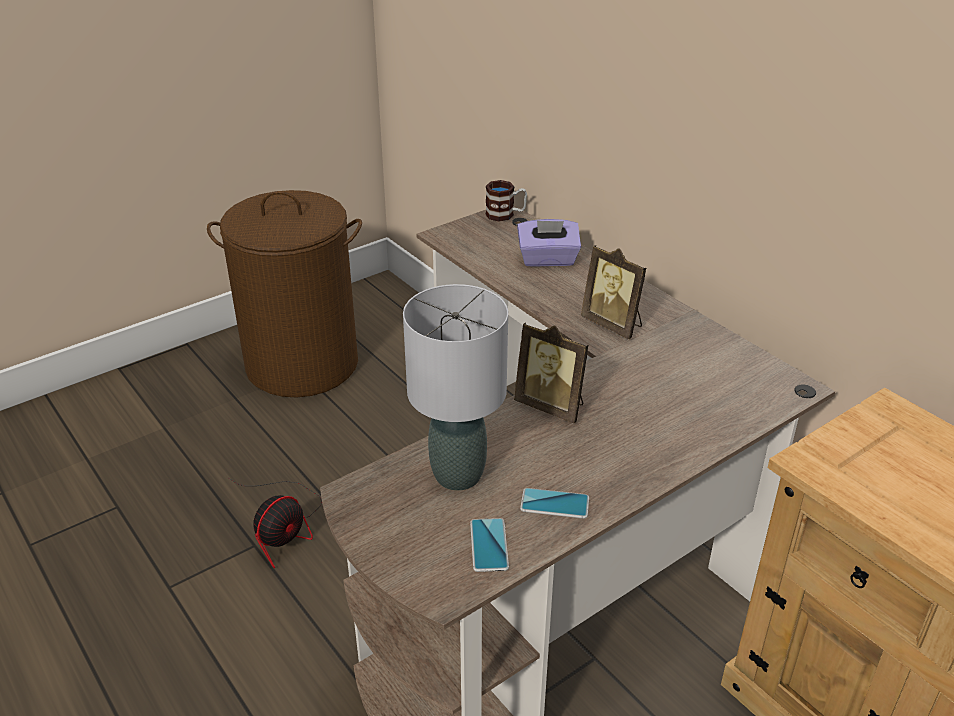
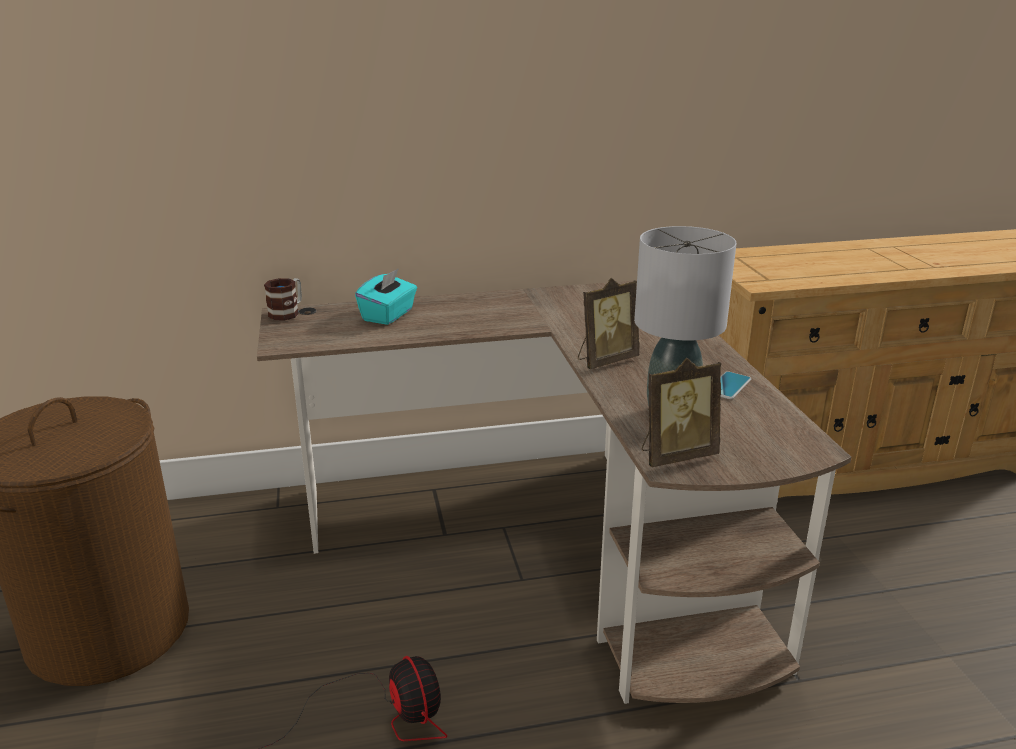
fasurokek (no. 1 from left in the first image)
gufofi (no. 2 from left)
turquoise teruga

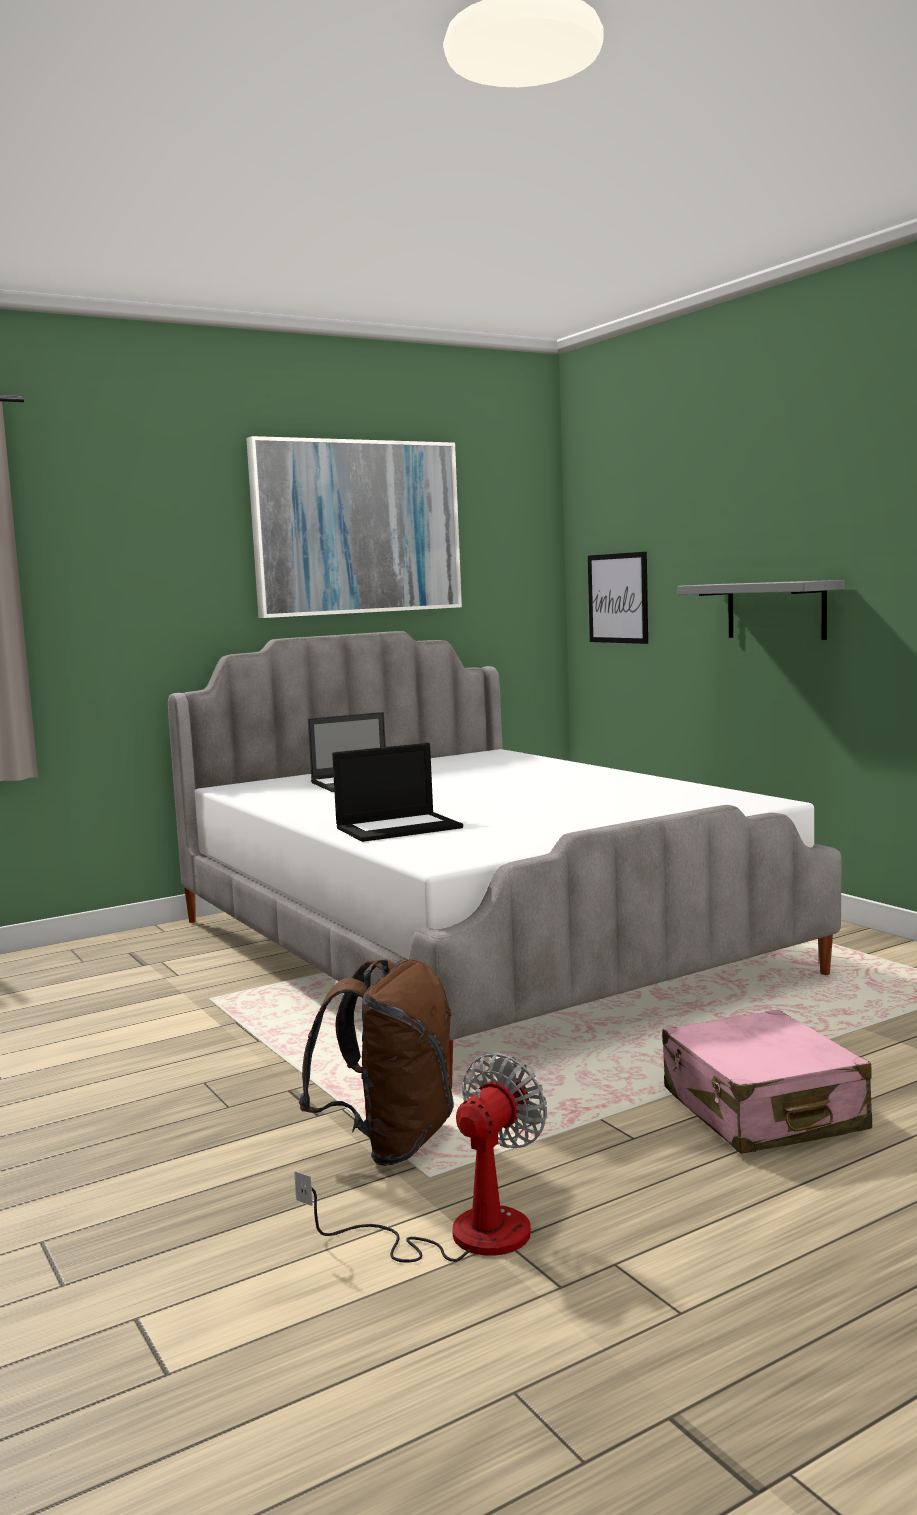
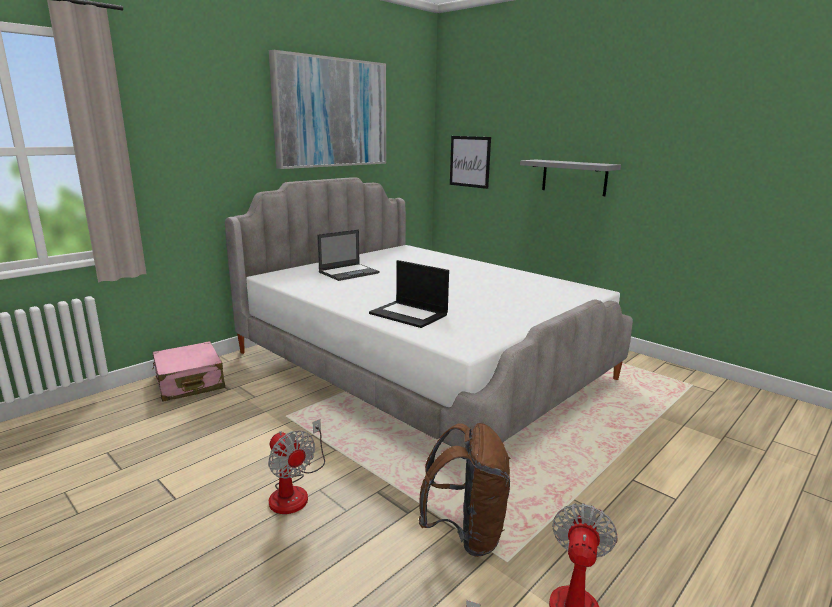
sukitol (no. 1 from left)
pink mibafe
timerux (no. 2 from left)

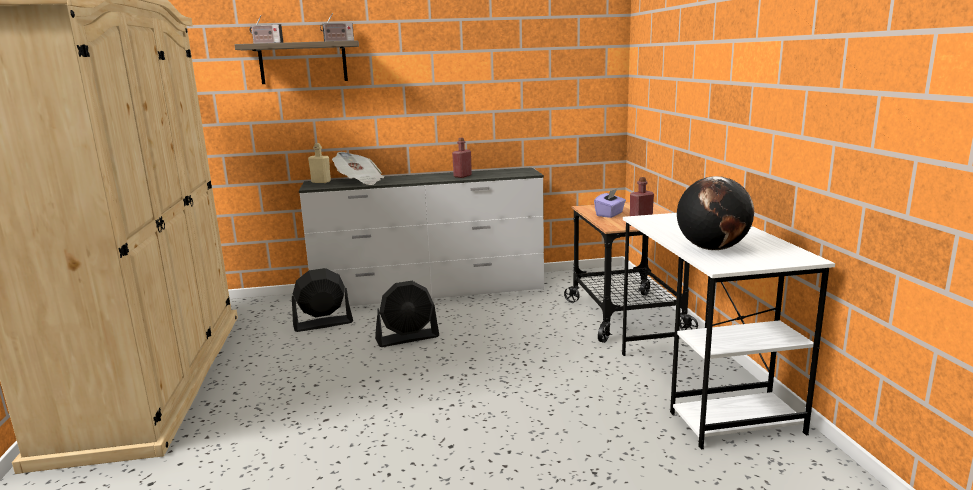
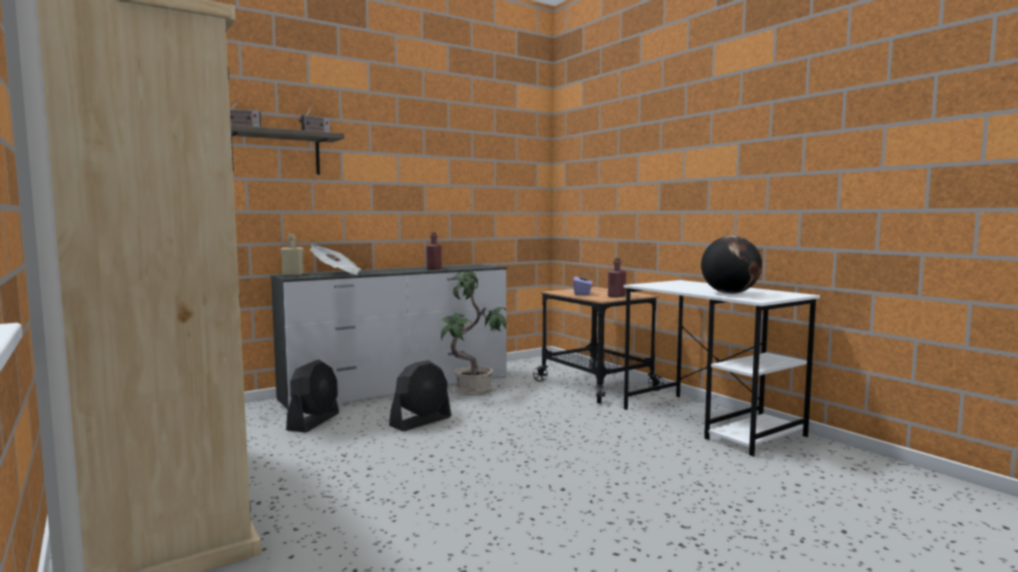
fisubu
black sukitol (no. 1 from left)

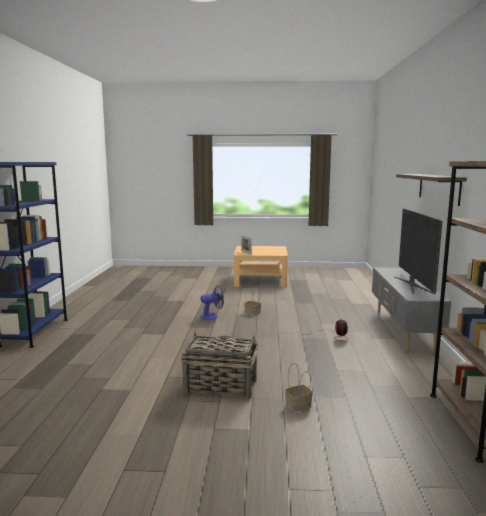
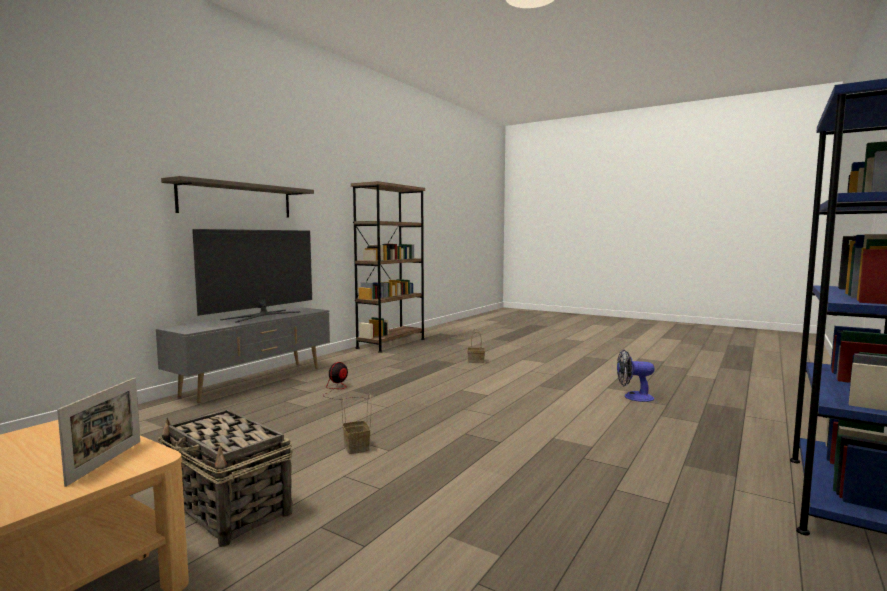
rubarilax (no. 1 from left)
sukitol (no. 2 from left)

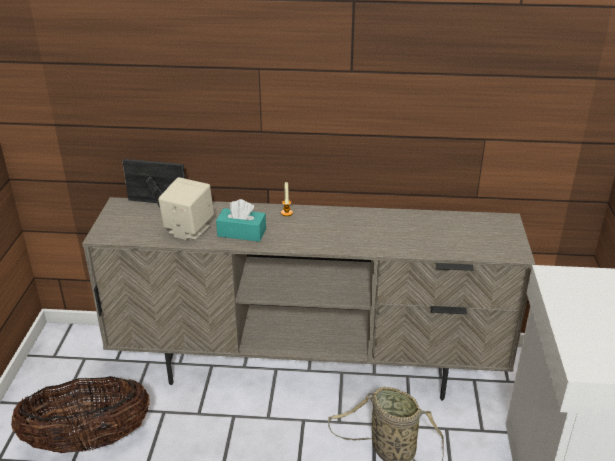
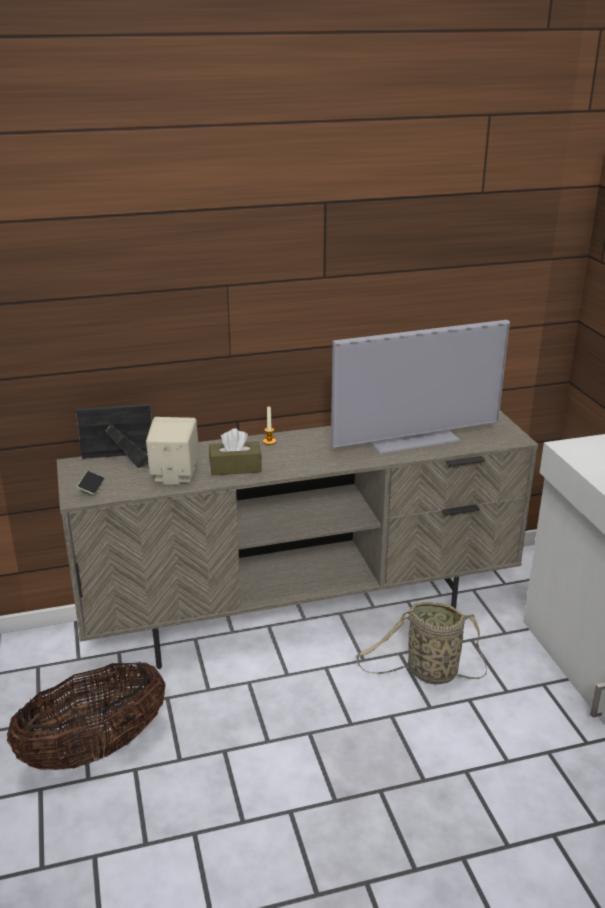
fasurokek
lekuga
brown teruga

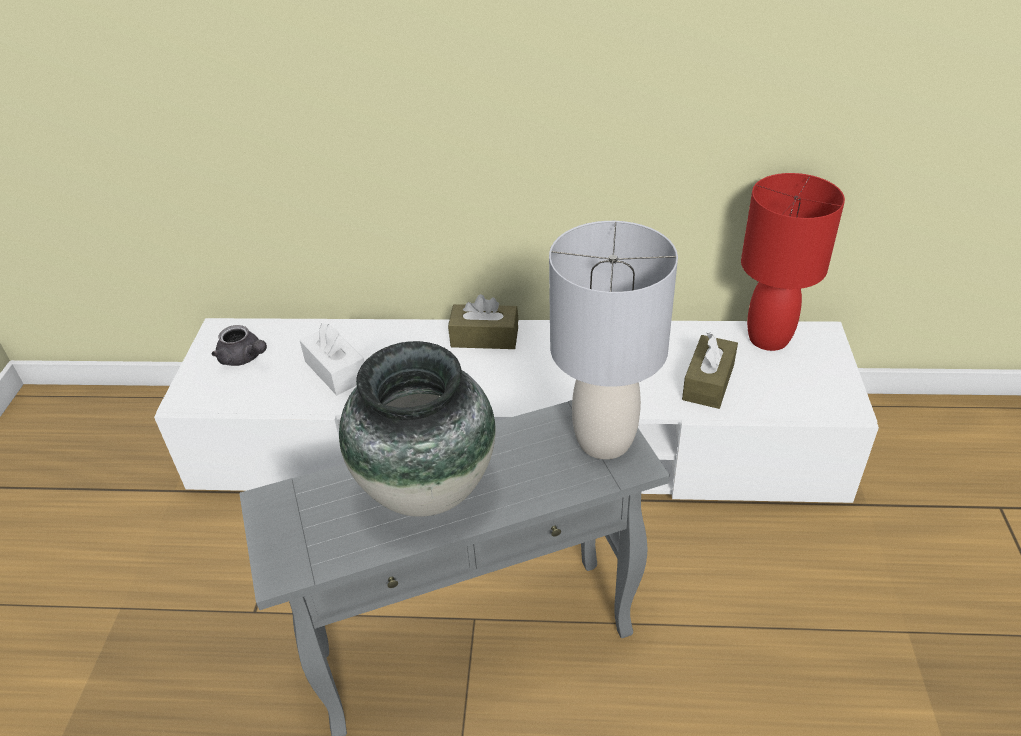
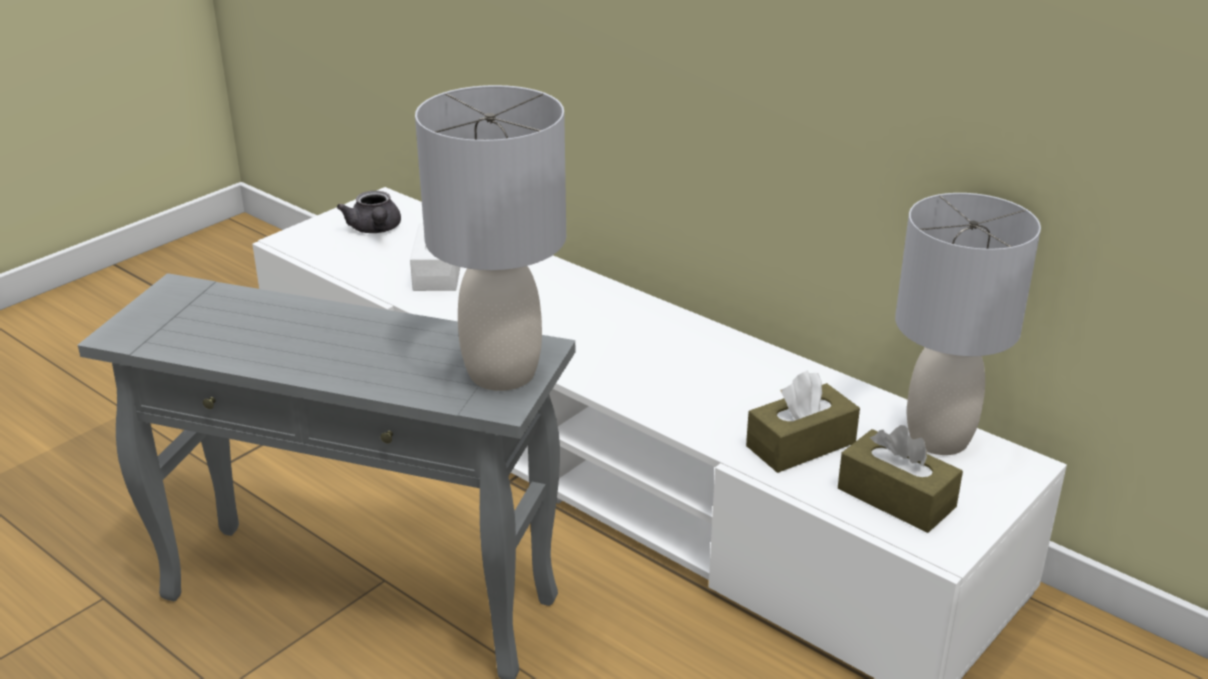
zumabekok
brown teruga (no. 2 from left)
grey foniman (no. 2 from left)

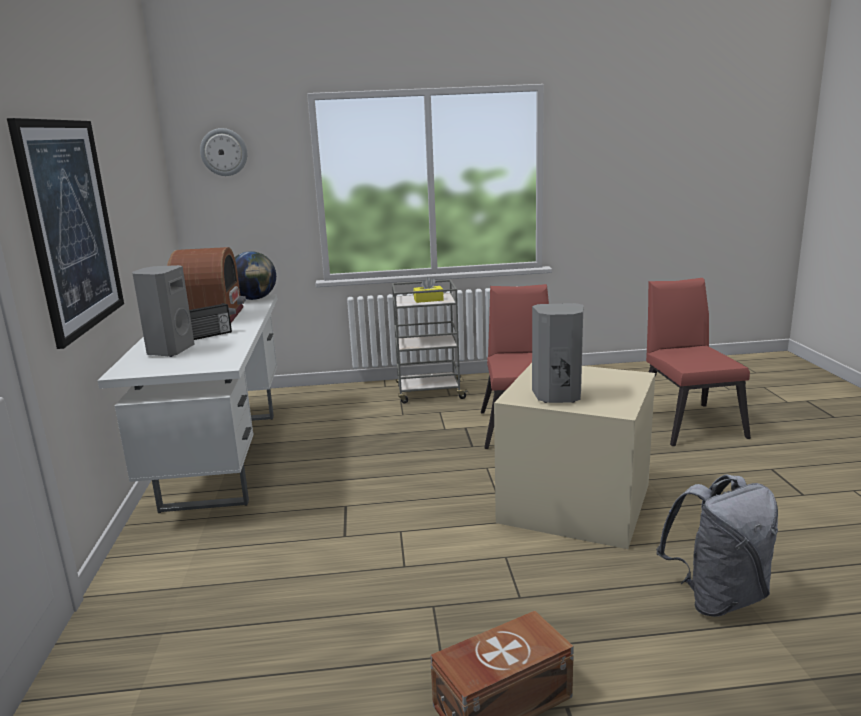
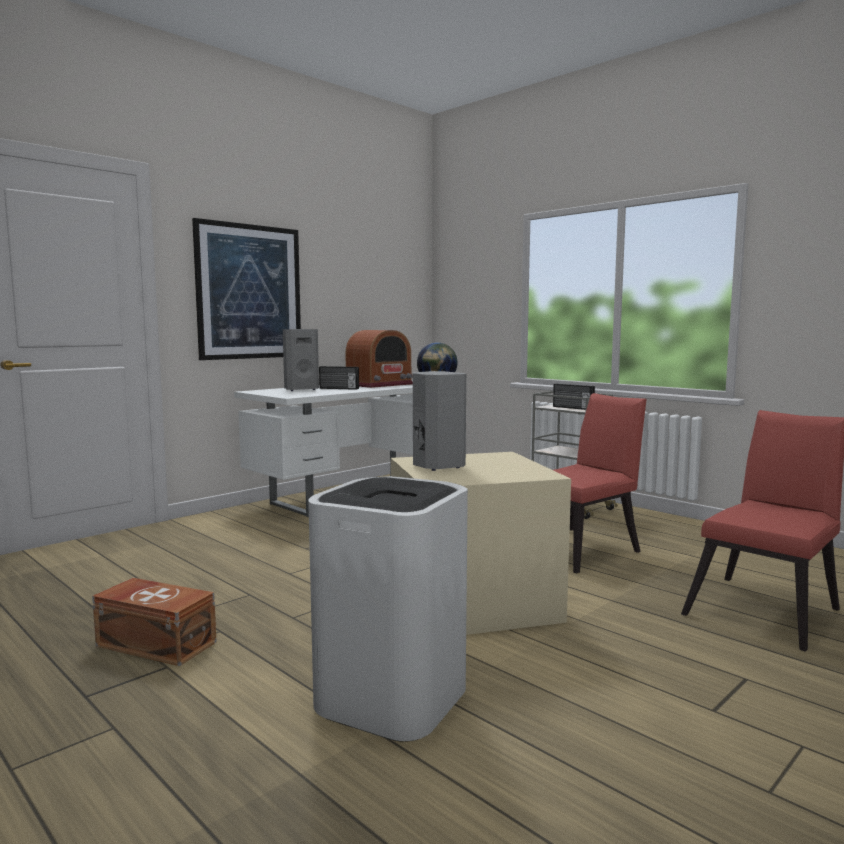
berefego
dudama (no. 3 from left)
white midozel

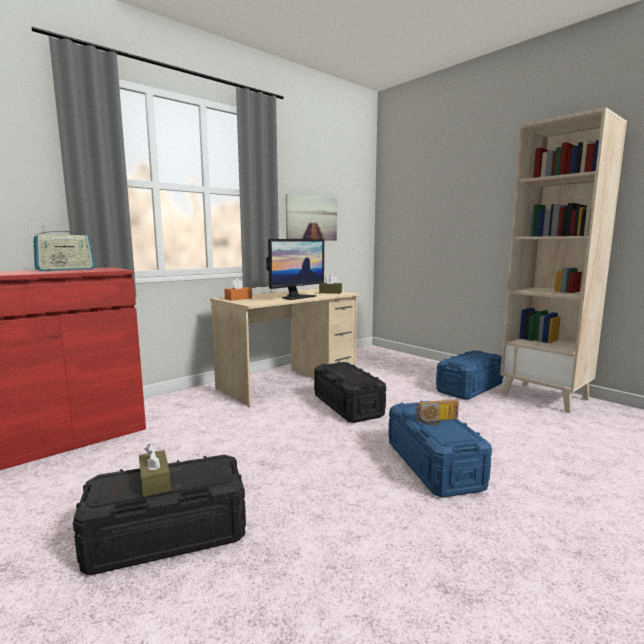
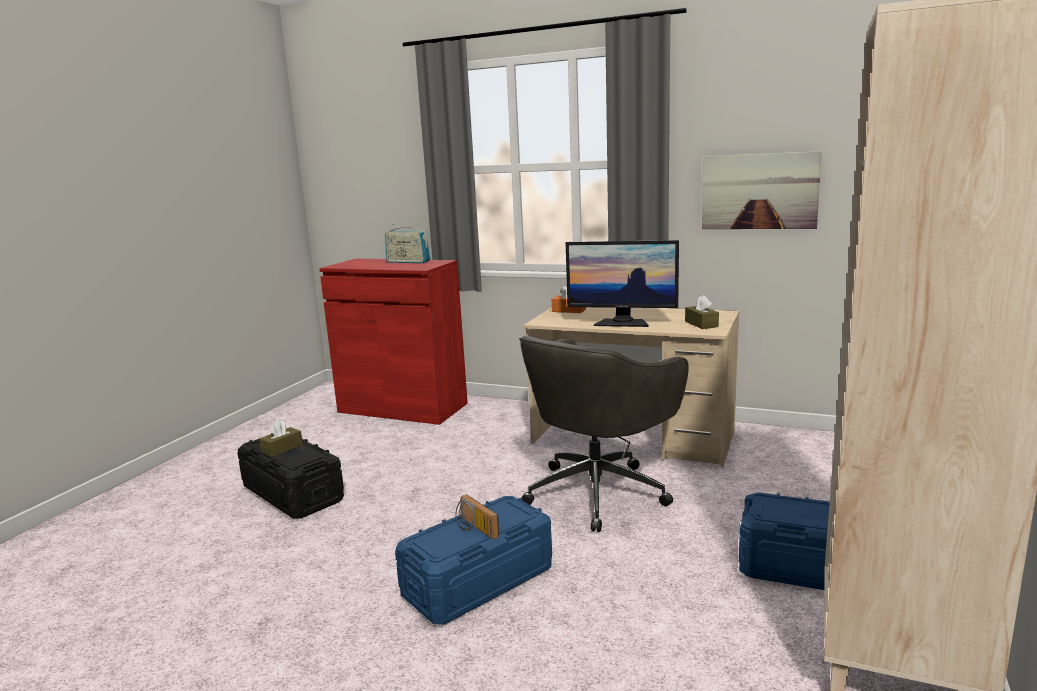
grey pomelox

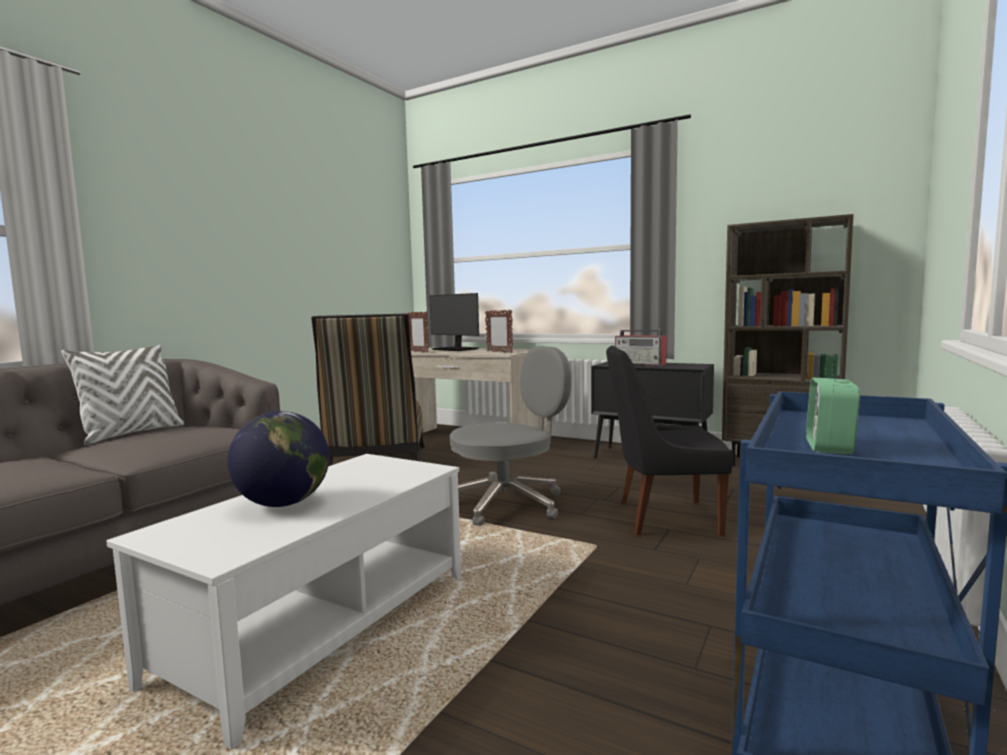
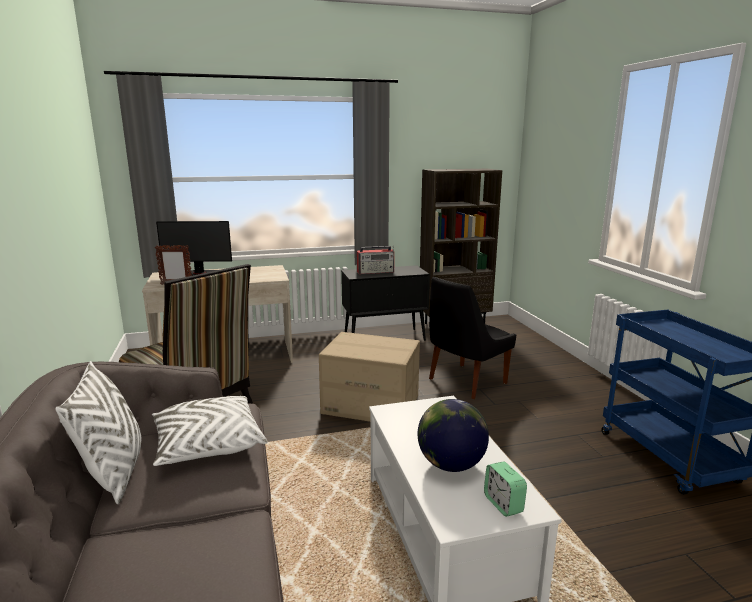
gufofi (no. 2 from left in the first image)
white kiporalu (no. 2 from left)
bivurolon
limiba

